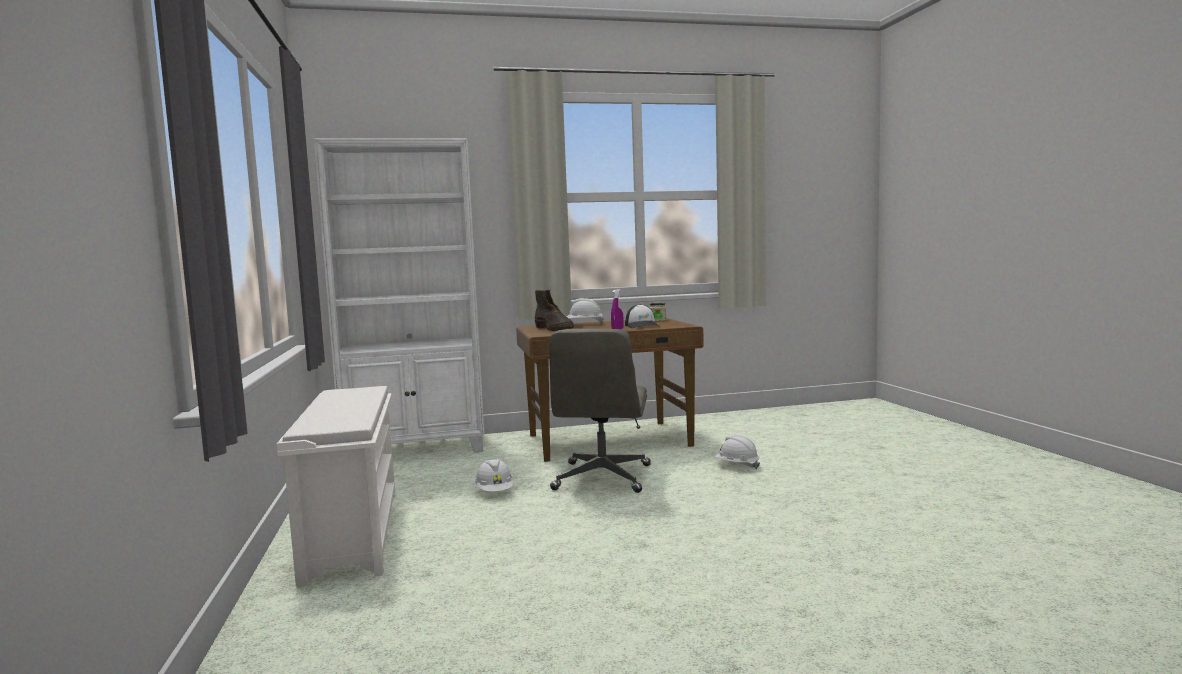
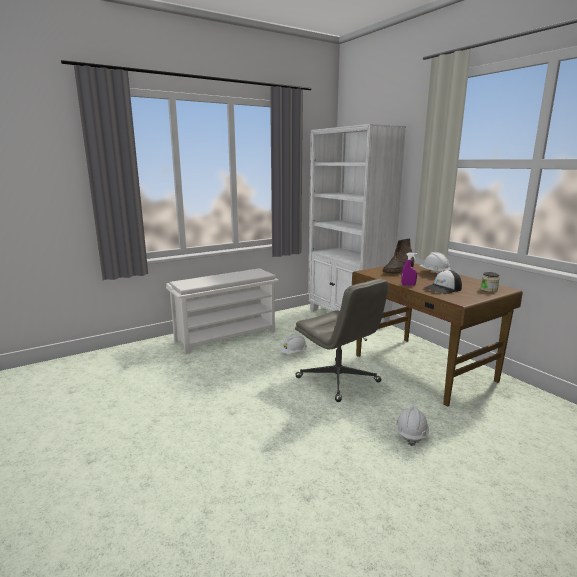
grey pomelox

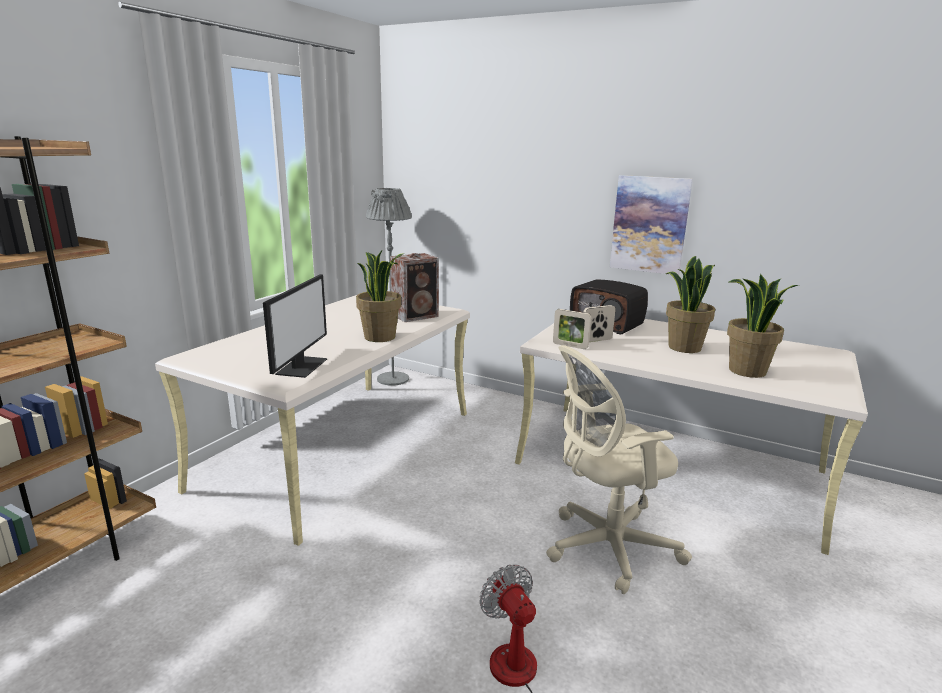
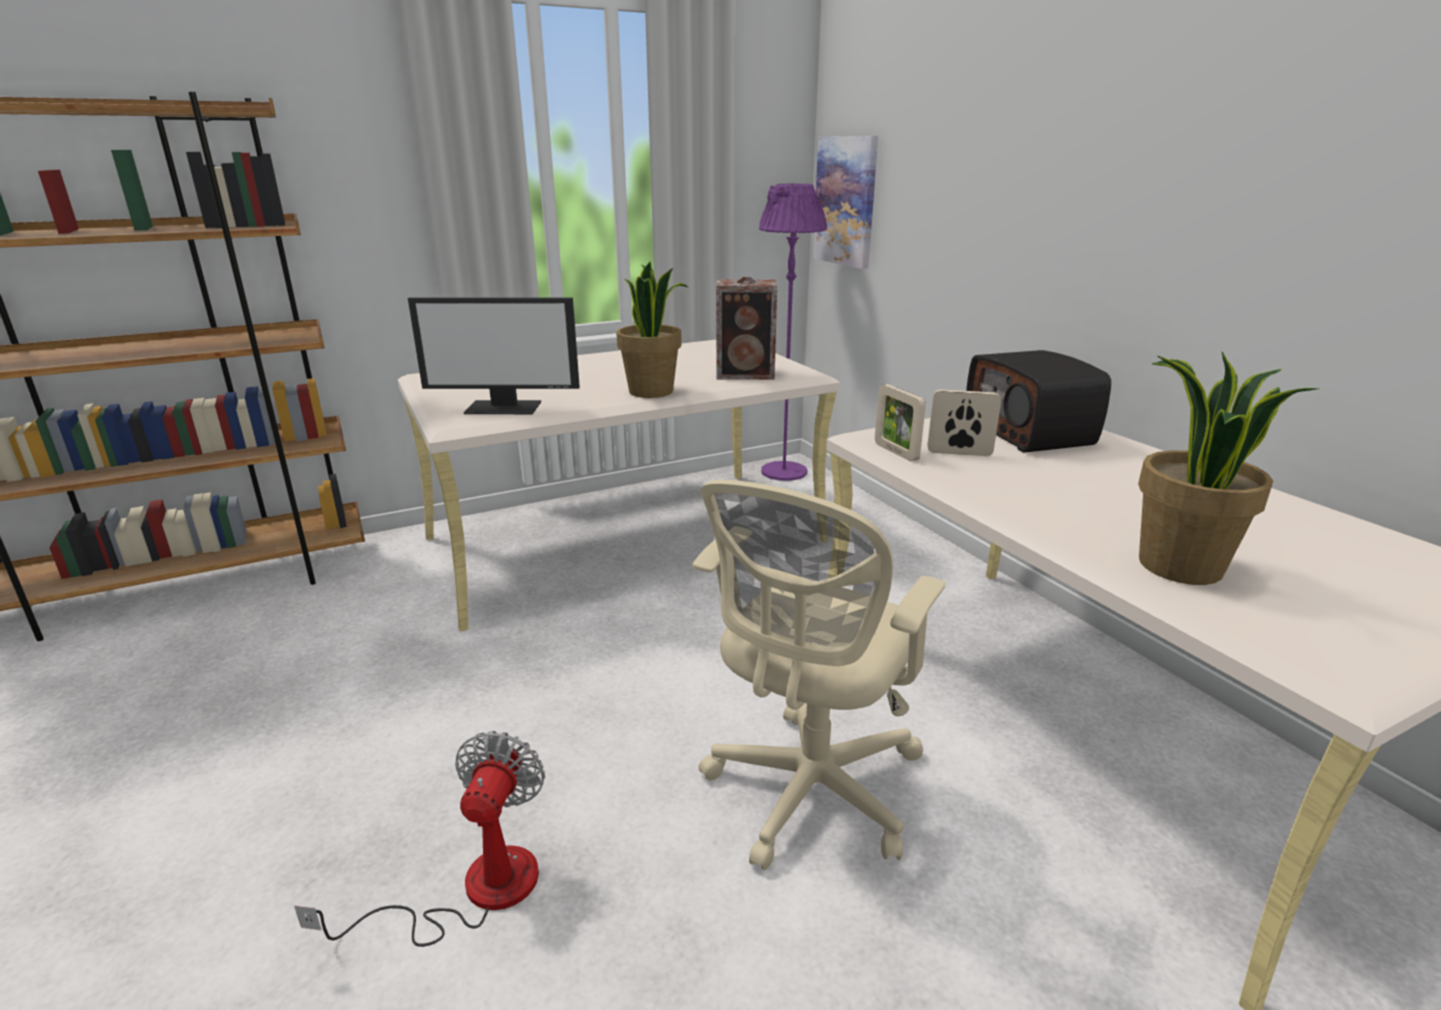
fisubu (no. 2 from left in the first image)
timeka
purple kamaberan
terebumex
beige pomelox

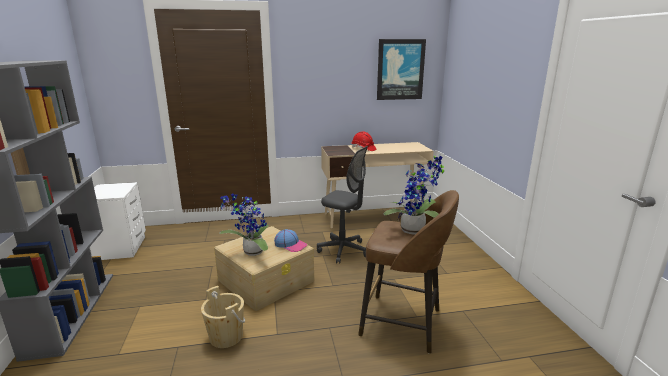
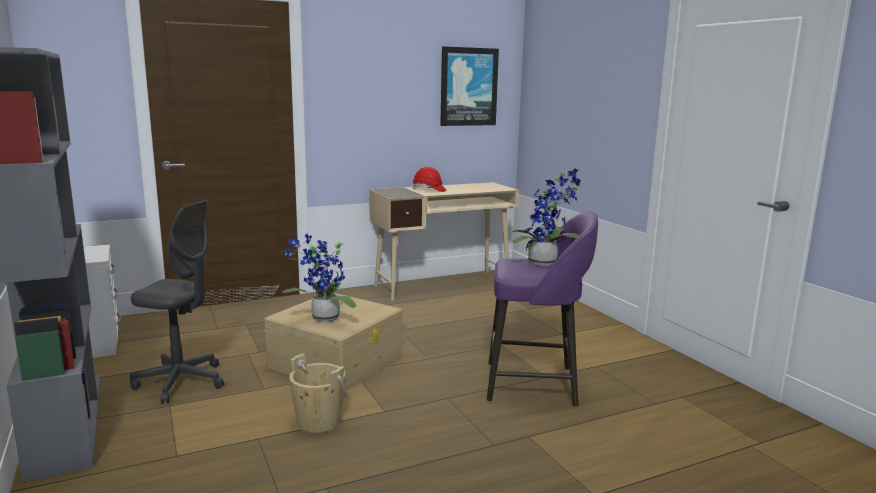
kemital
grey pomelox
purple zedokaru

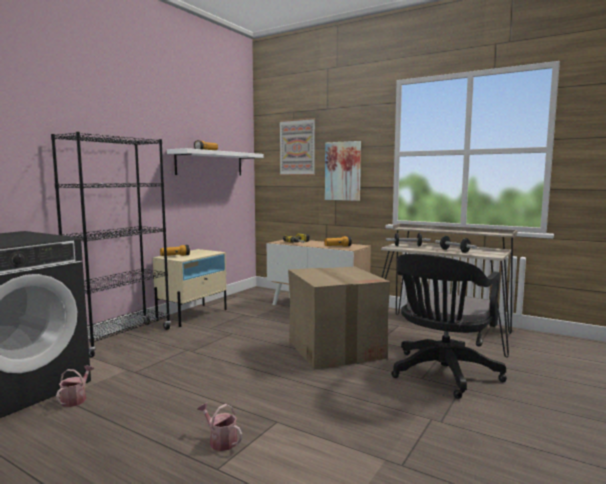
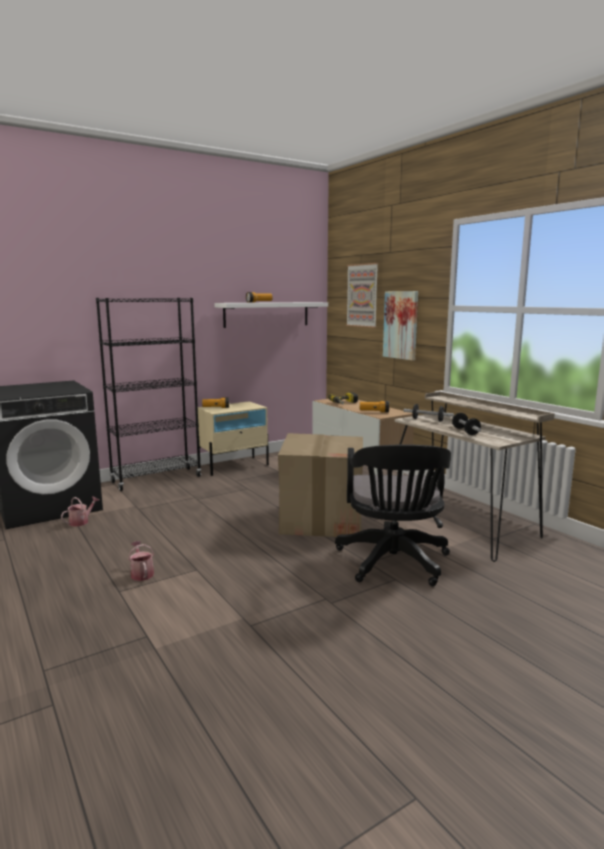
black pomelox

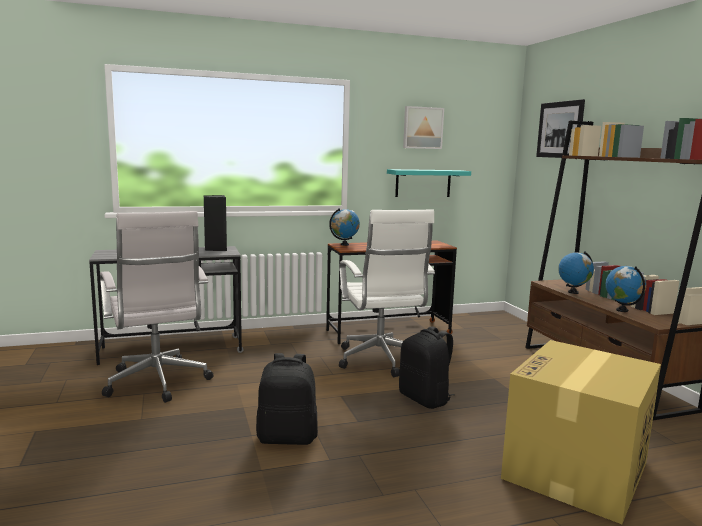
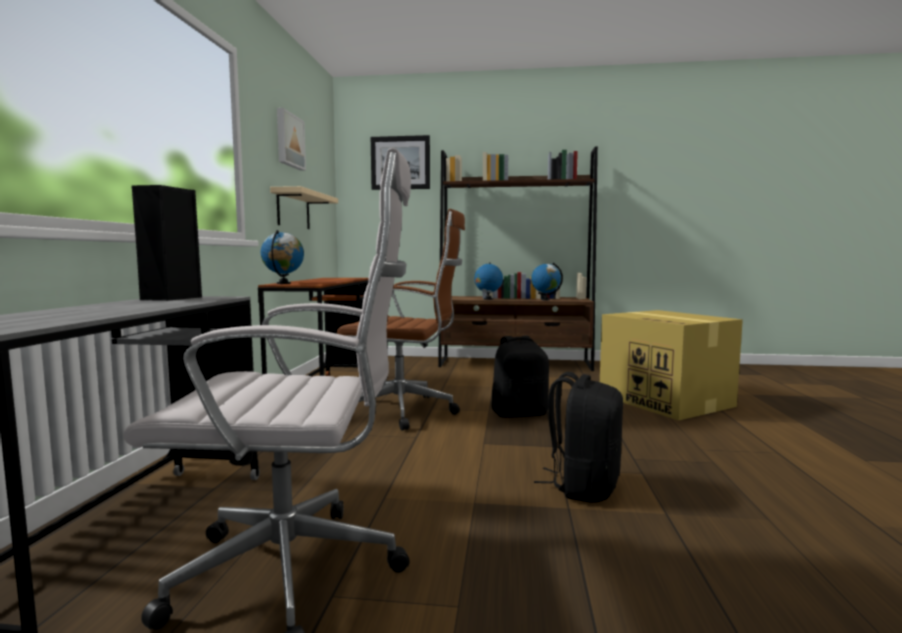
brown pomelox
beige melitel

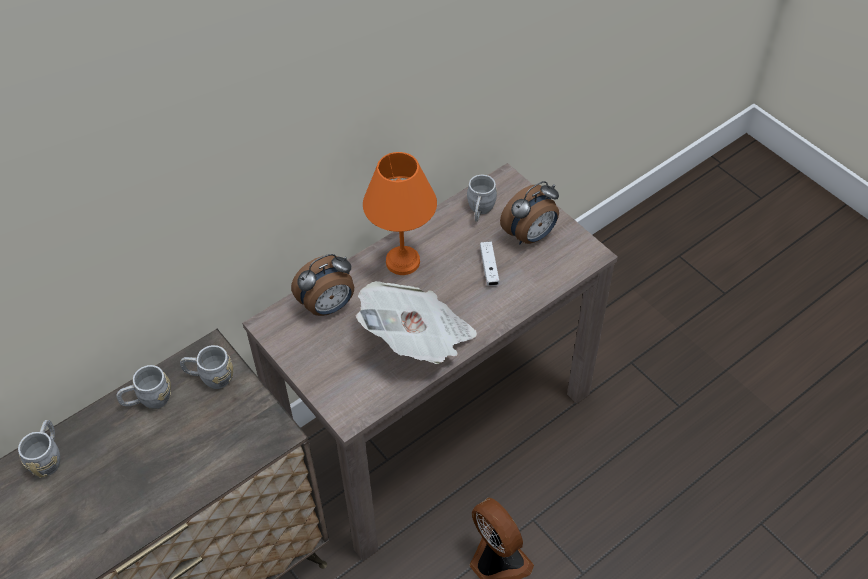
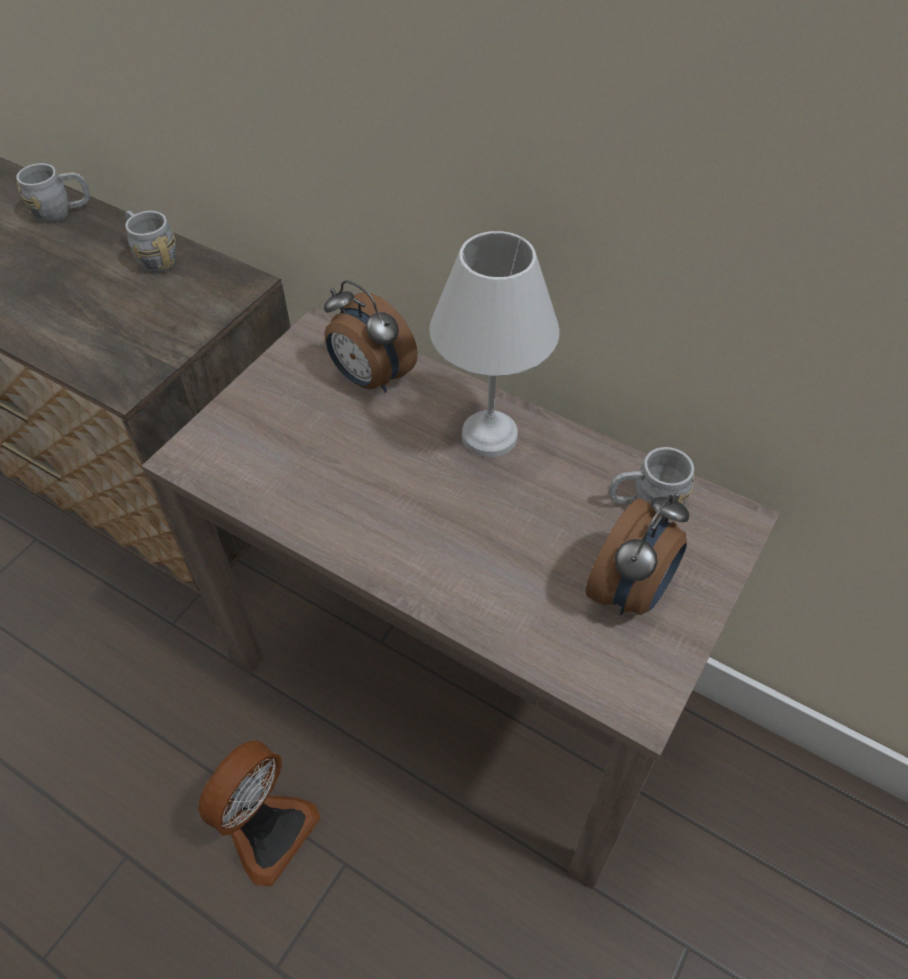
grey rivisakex (no. 3 from left in the first image)
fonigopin
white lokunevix
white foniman
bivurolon (no. 2 from left)

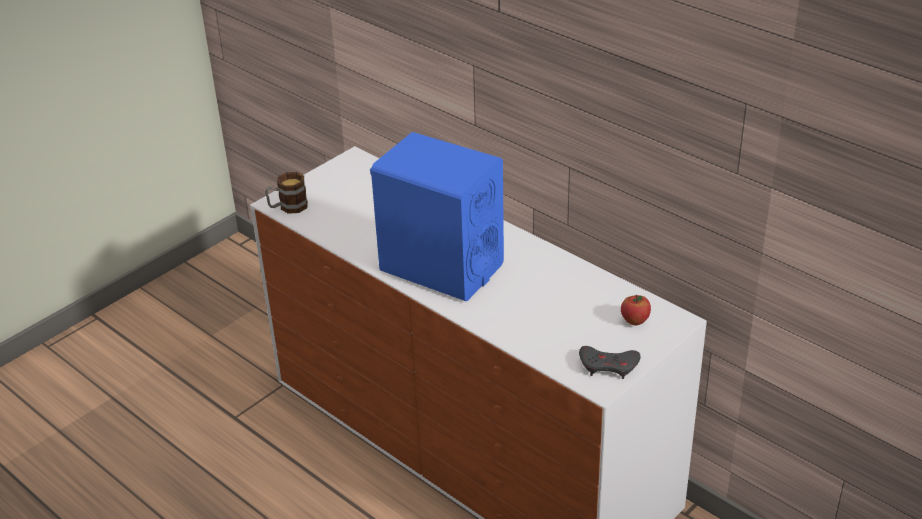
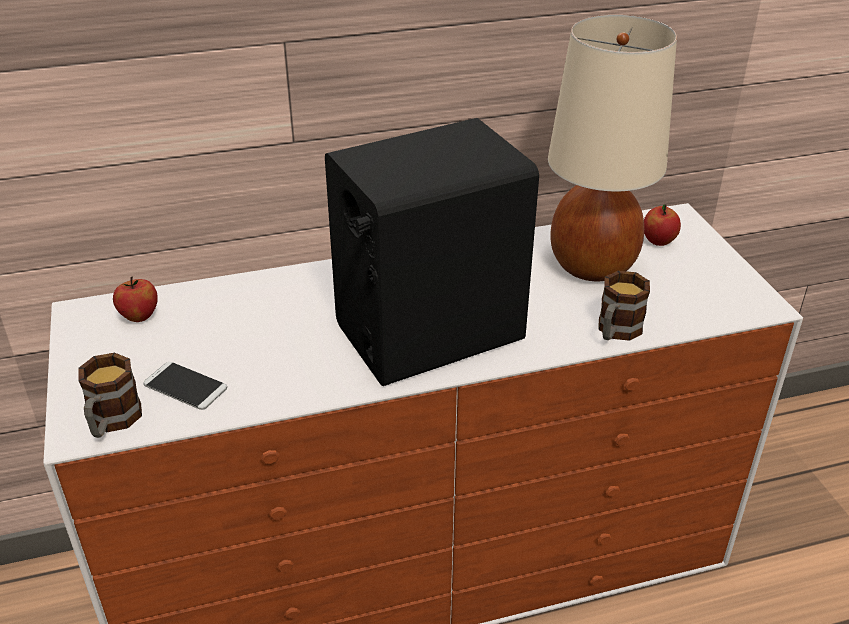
grey lokunevix
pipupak (no. 1 from left)
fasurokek
beige foniman
rivisakex (no. 2 from left)
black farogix

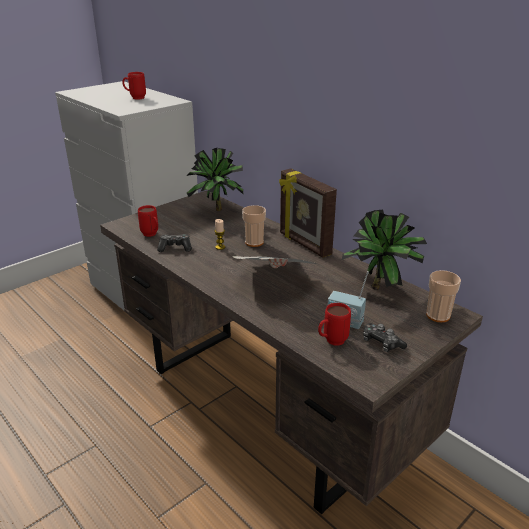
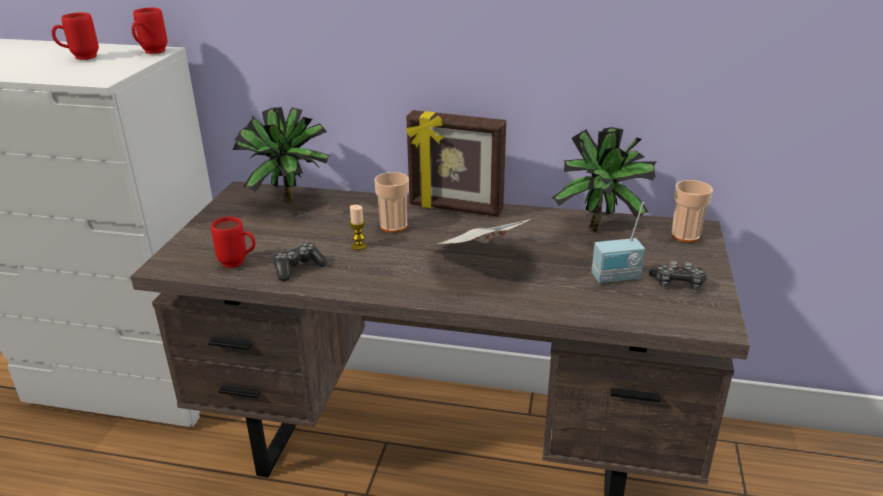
red rivisakex (no. 2 from left)

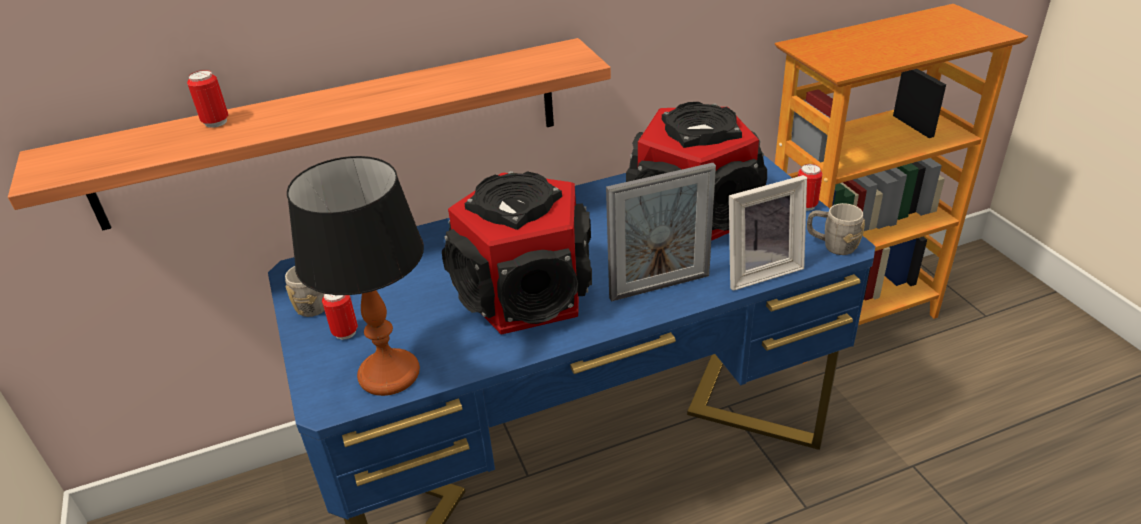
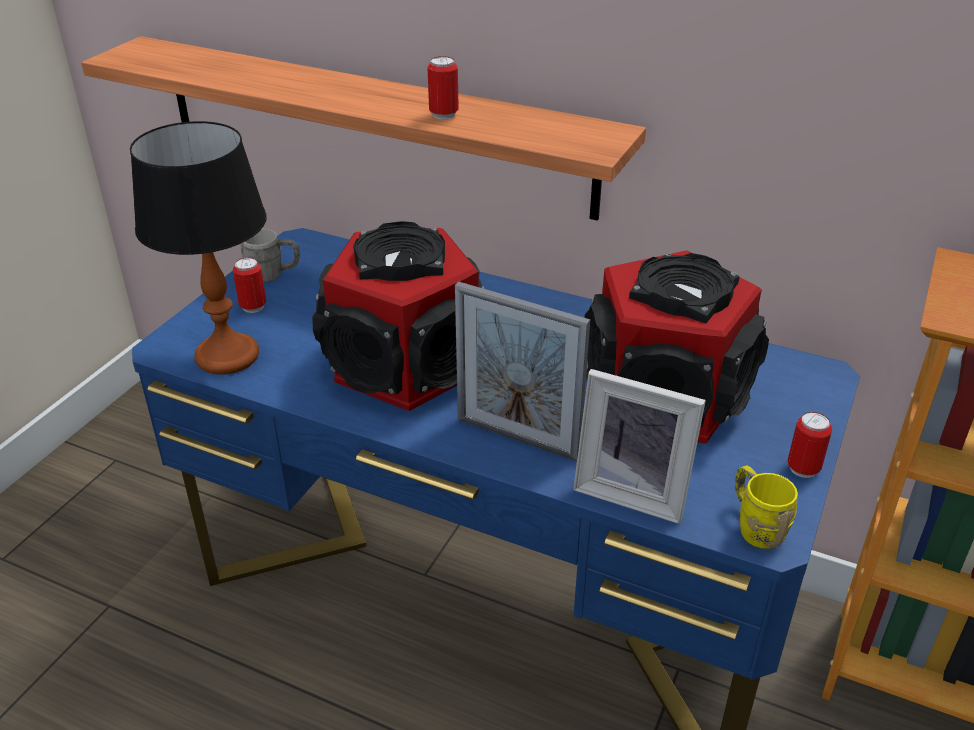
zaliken (no. 2 from left)
yellow rivisakex

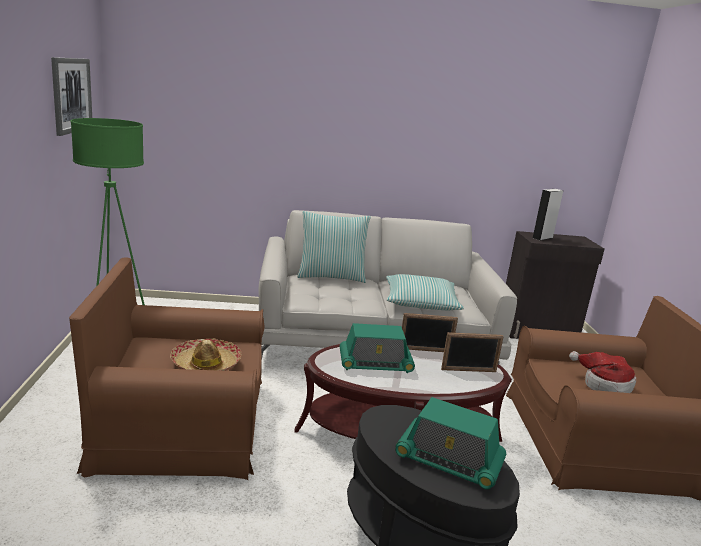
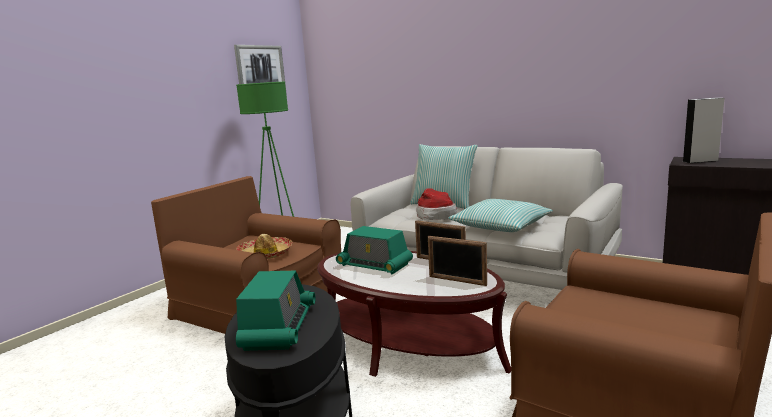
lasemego (no. 2 from left)
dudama (no. 1 from left)

